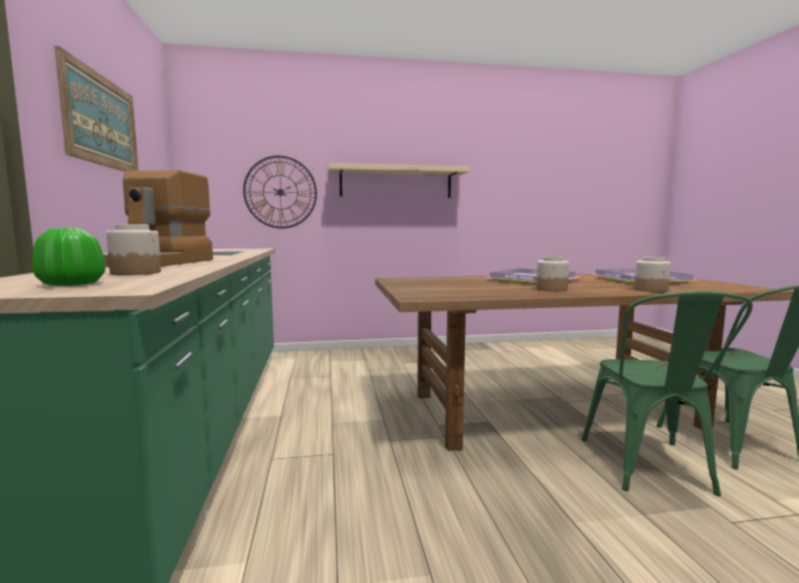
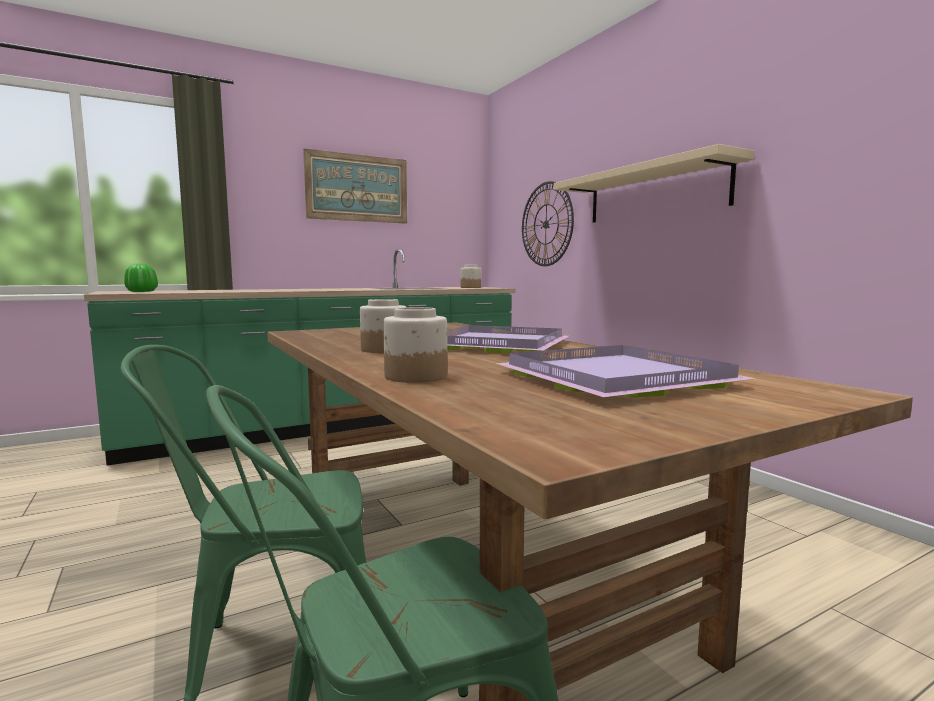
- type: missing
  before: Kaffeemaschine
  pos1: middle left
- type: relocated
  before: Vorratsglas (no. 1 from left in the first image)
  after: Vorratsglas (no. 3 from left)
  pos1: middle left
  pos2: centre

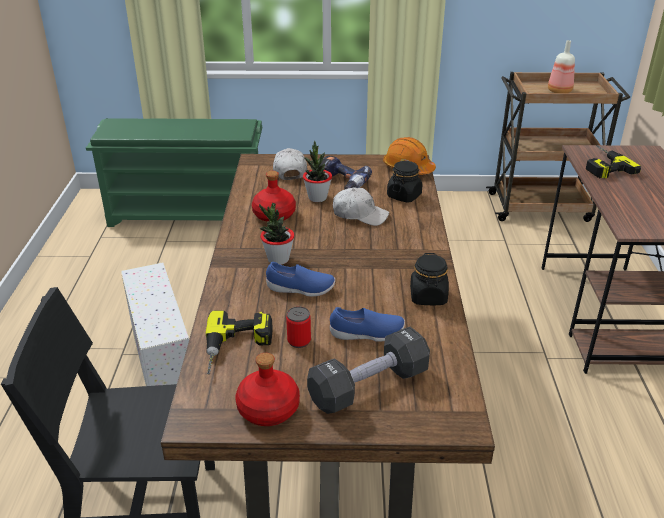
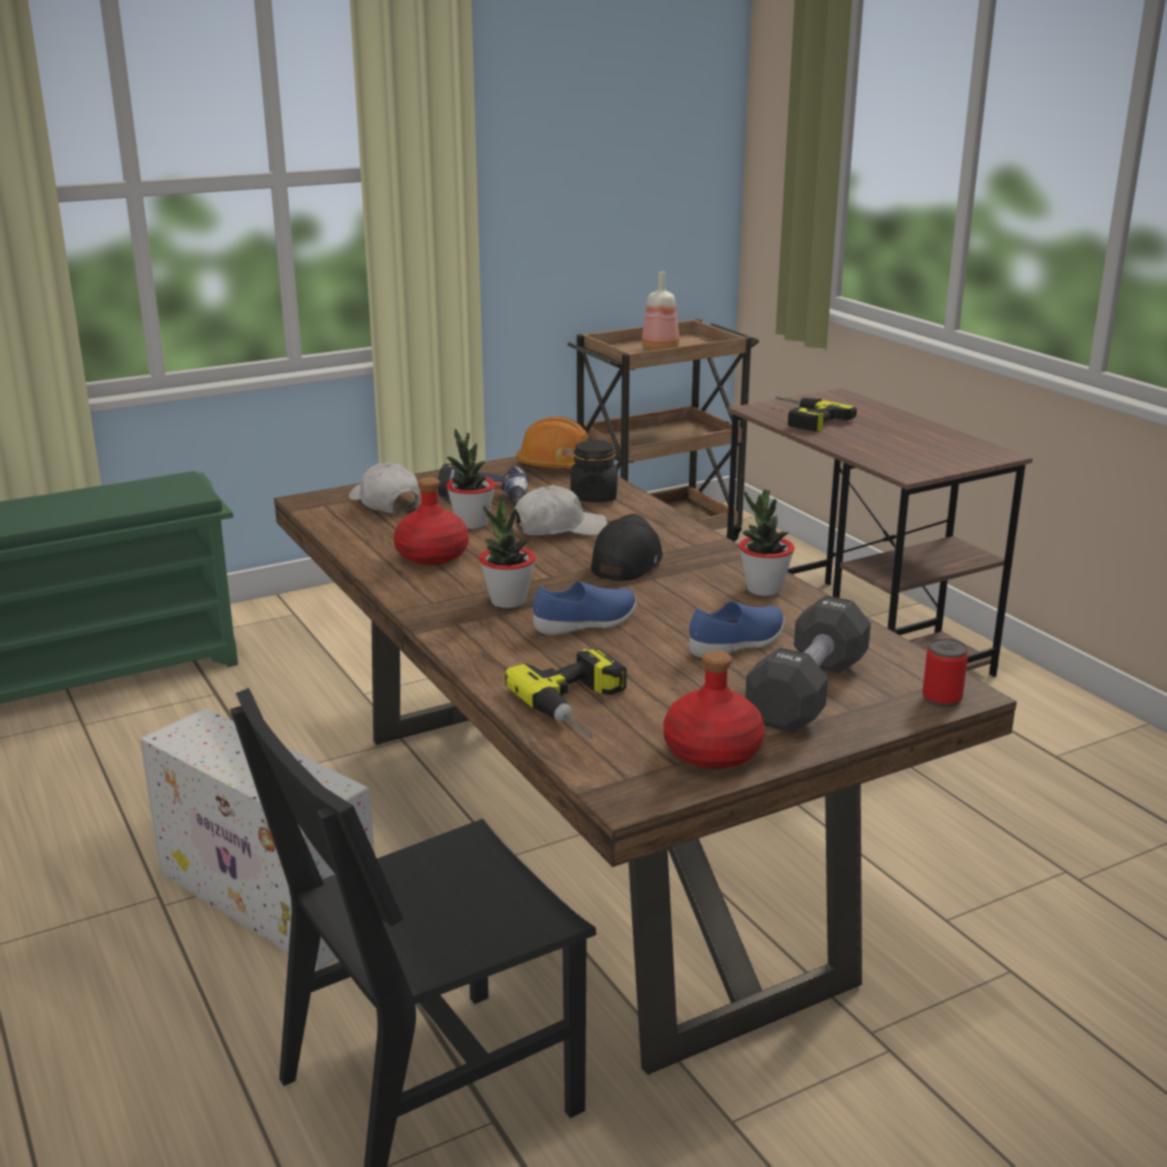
- type: exchanged
  before: Vorratsglas (schwarz) (no. 2 from left)
  after: Topfpflanze (no. 3 from left)
  pos1: centre
  pos2: centre
- type: relocated
  before: Dose
  pos1: centre
  pos2: middle right
- type: appeared
  after: Kappe (schwarz)
  pos2: centre

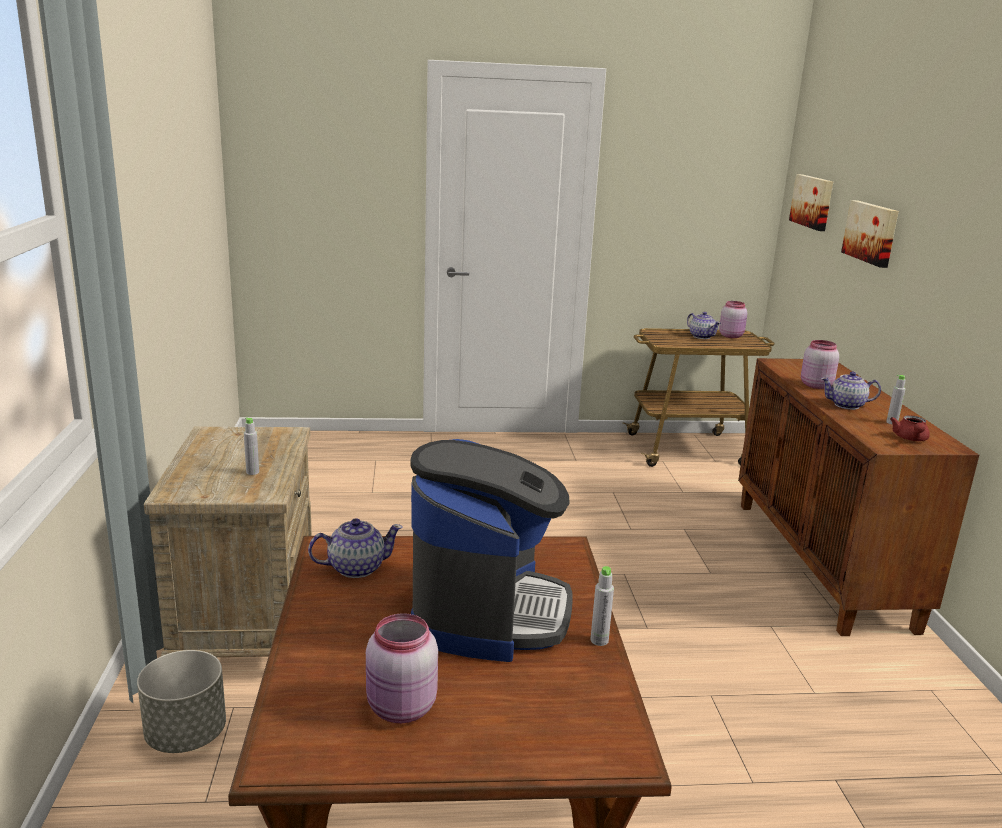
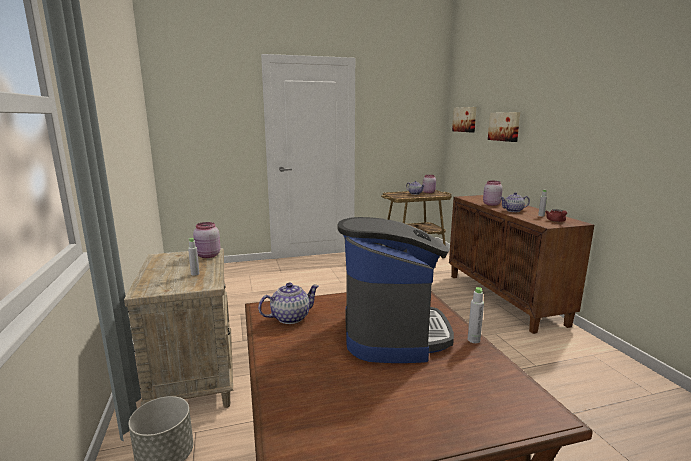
- type: relocated
  before: Vorratsglas (rosa) (no. 1 from left)
  pos1: bottom centre
  pos2: middle left

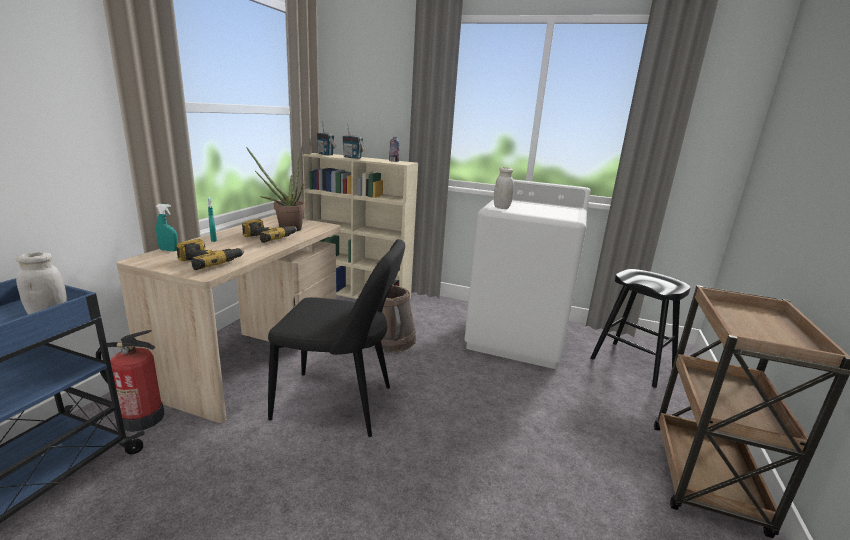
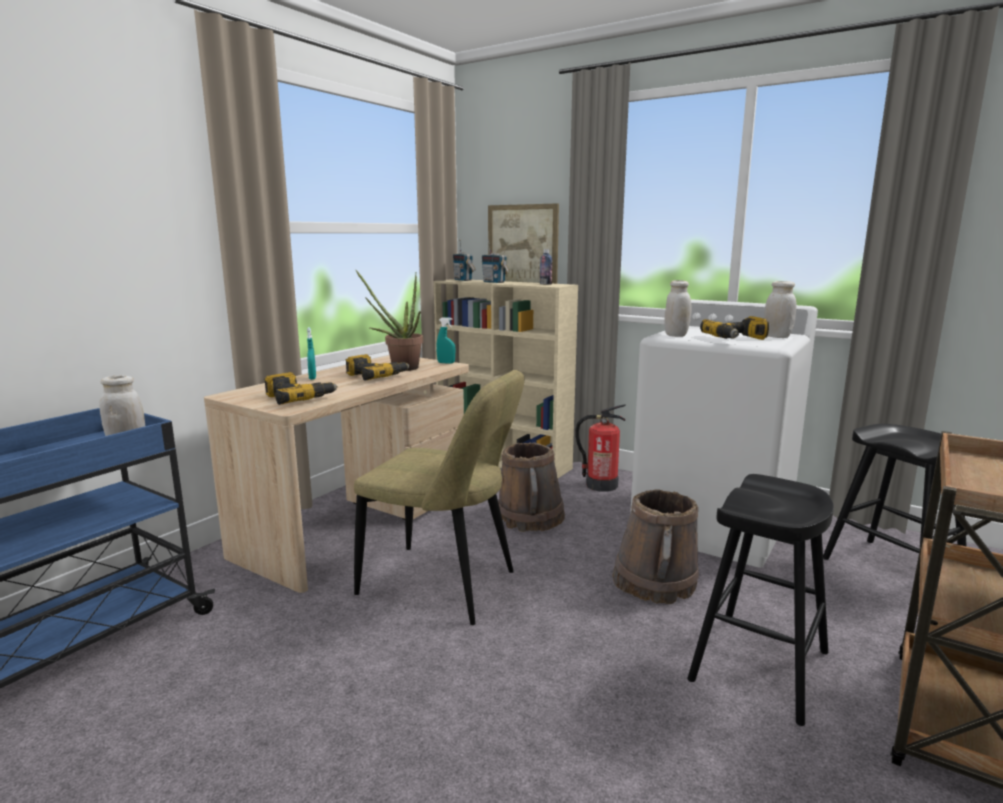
- type: relocated
  before: Sprühflasche (türkis) (no. 1 from left in the first image)
  after: Sprühflasche (türkis) (no. 2 from left)
  pos1: middle left
  pos2: centre
- type: colour
  before: Stuhl (schwarz)
  after: Stuhl (beige)
  pos1: centre
  pos2: centre
- type: relocated
  before: Feuerlöscher
  pos1: bottom left
  pos2: centre
- type: appeared
  after: Bild
  pos2: top centre
- type: appeared
  after: Vorratsglas (weiß) (no. 3 from left)
  pos2: middle right
- type: appeared
  after: Bohrmaschine (no. 3 from left)
  pos2: middle right
- type: appeared
  after: Hocker (schwarz) (no. 1 from left)
  pos2: bottom right
- type: appeared
  after: Eimer (braun) (no. 2 from left)
  pos2: bottom centre

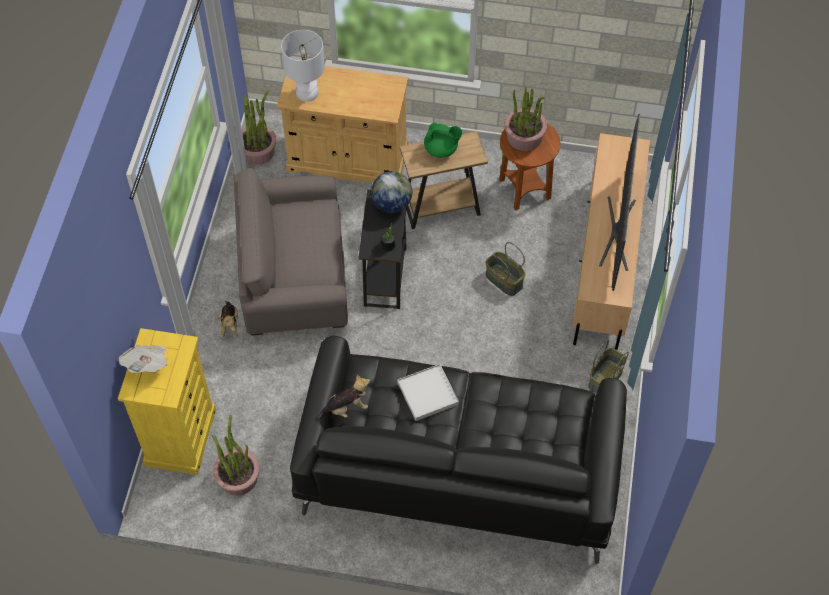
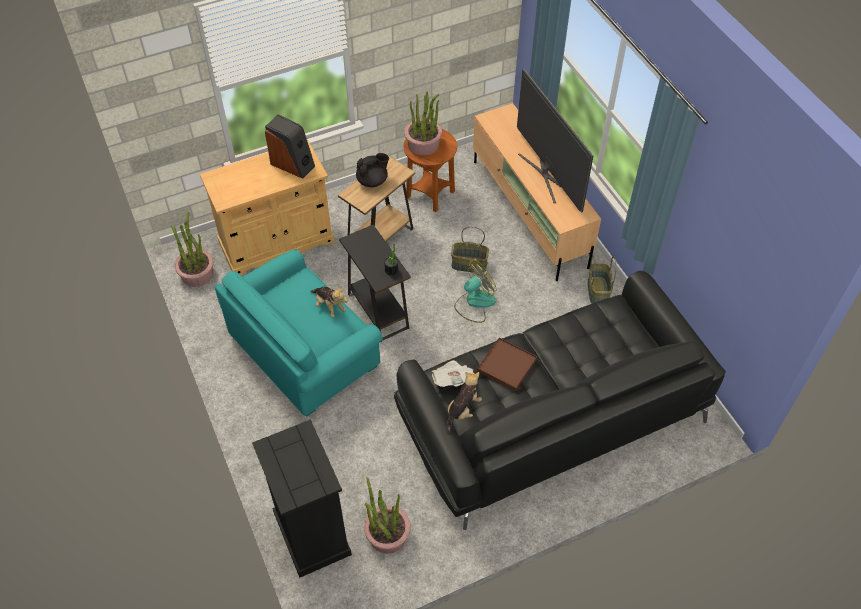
- type: missing
  before: Tischlampe (weiß)
  pos1: top centre
- type: colour
  before: Teekanne (grün)
  after: Teekanne (schwarz)
  pos1: top centre
  pos2: top centre
- type: colour
  before: Sessel (grau)
  after: Sessel (türkis)
  pos1: centre
  pos2: centre
- type: missing
  before: Globus
  pos1: top centre
- type: relocated
  before: Plüschtier (no. 1 from left)
  pos1: middle left
  pos2: centre
- type: colour
  before: Kommode (gelb)
  after: Kommode (schwarz)
  pos1: bottom left
  pos2: bottom centre
- type: relocated
  before: Zeitung
  pos1: middle left
  pos2: centre
- type: colour
  before: Tablett (weiß)
  after: Tablett (braun)
  pos1: centre
  pos2: centre
- type: appeared
  after: Lautsprecher
  pos2: top centre
- type: appeared
  after: Ventilator
  pos2: centre

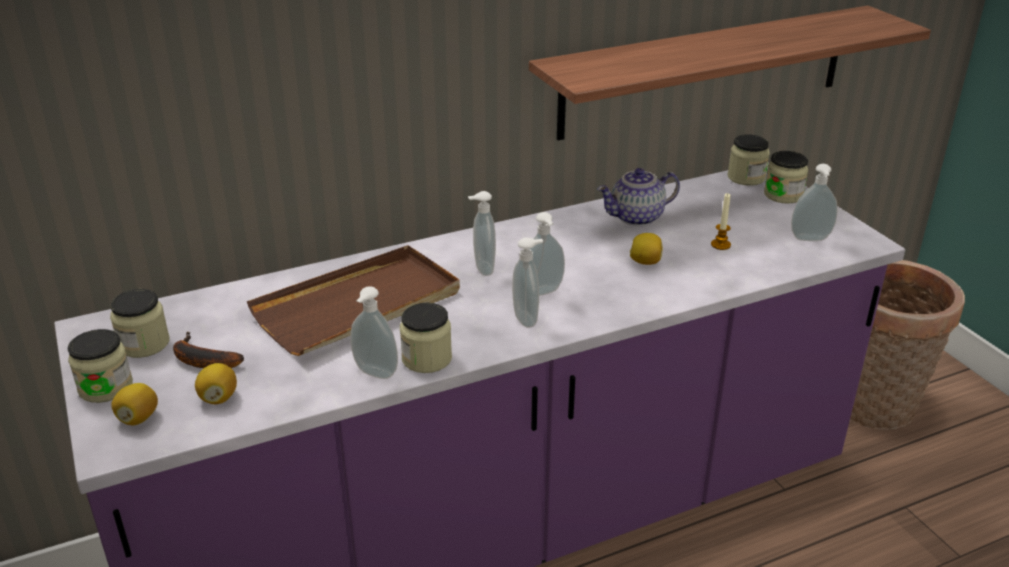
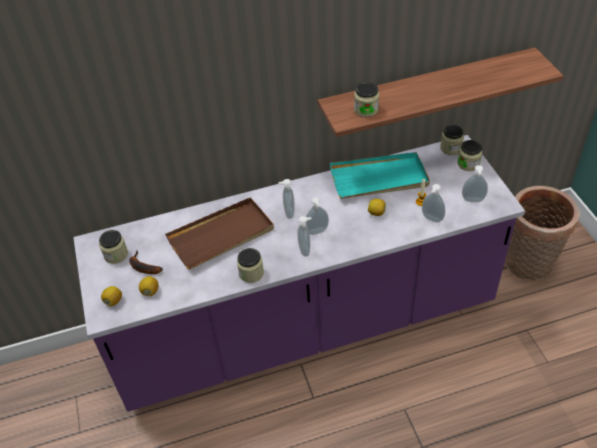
- type: exchanged
  before: Teekanne
  after: Tablett (türkis)
  pos1: centre
  pos2: centre
- type: relocated
  before: Seifenspender (no. 1 from left in the first image)
  after: Seifenspender (no. 4 from left)
  pos1: centre
  pos2: middle right
- type: relocated
  before: Vorratsglas (no. 1 from left in the first image)
  after: Vorratsglas (no. 3 from left)
  pos1: middle left
  pos2: top centre

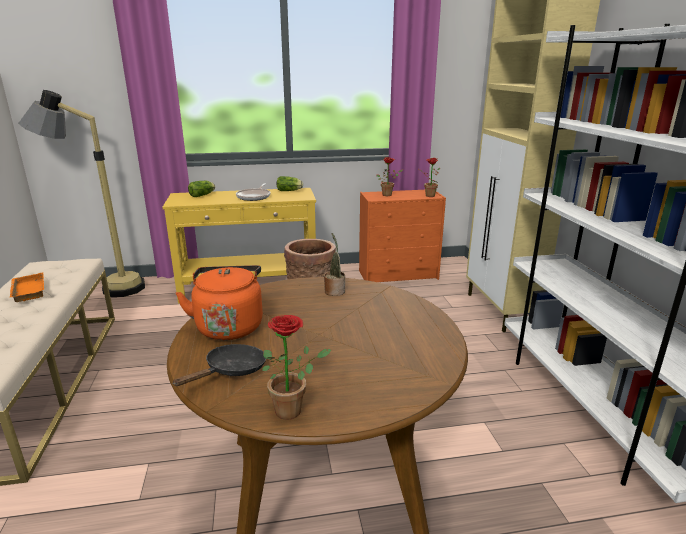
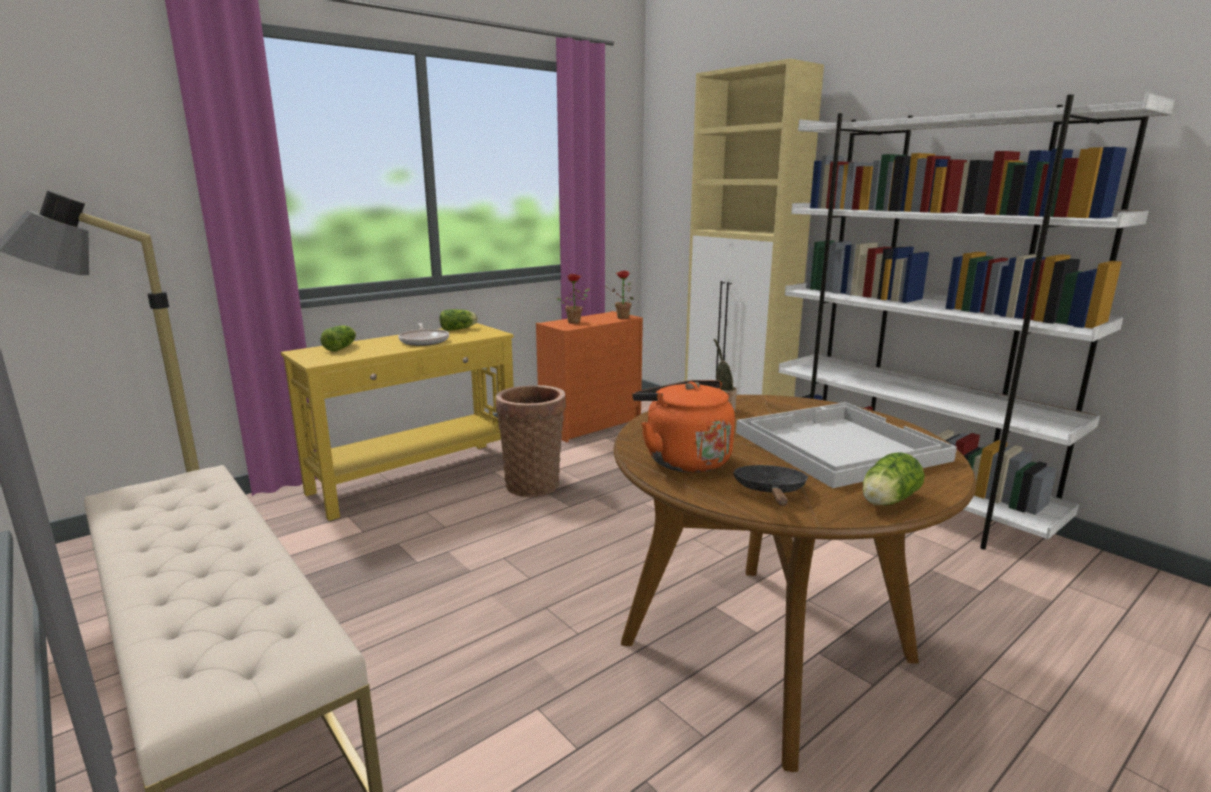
- type: missing
  before: Tablett (orange)
  pos1: middle left
- type: exchanged
  before: Topfpflanze (no. 1 from left)
  after: Salatkopf (no. 3 from left)
  pos1: bottom centre
  pos2: middle right
- type: appeared
  after: Tablett (weiß)
  pos2: middle right

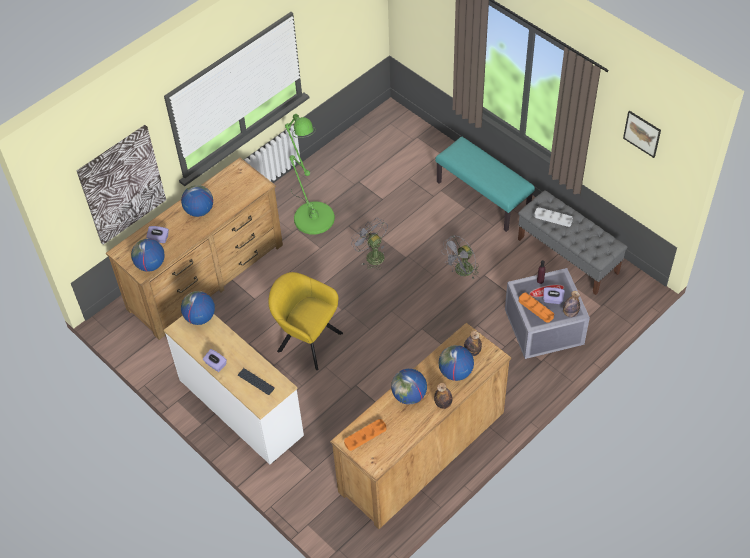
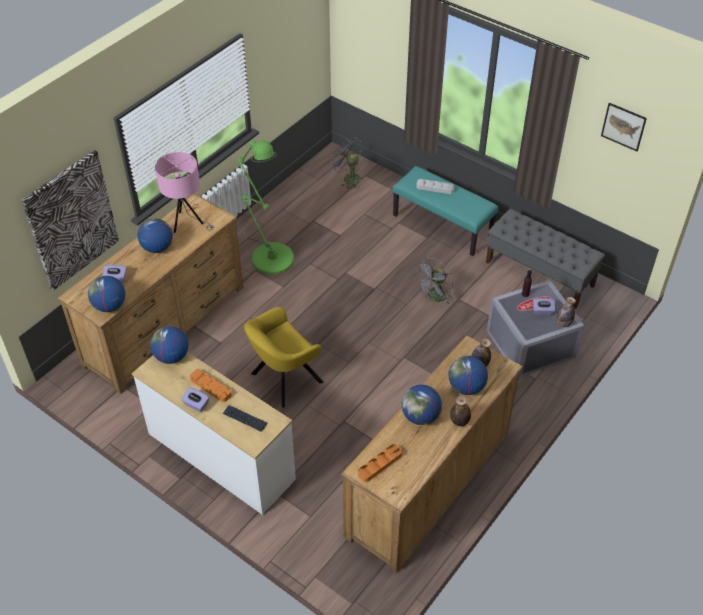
- type: relocated
  before: Tablett (grau)
  pos1: middle right
  pos2: top centre
- type: relocated
  before: Ventilator (grau) (no. 1 from left)
  pos1: centre
  pos2: top centre
- type: spun
  before: Sessel (gelb)
  pos1: centre
  pos2: centre
  turn: -60
- type: relocated
  before: Tablett (orange) (no. 2 from left in the first image)
  after: Tablett (orange) (no. 1 from left)
  pos1: middle right
  pos2: middle left
- type: appeared
  after: Tischlampe (rosa)
  pos2: top left

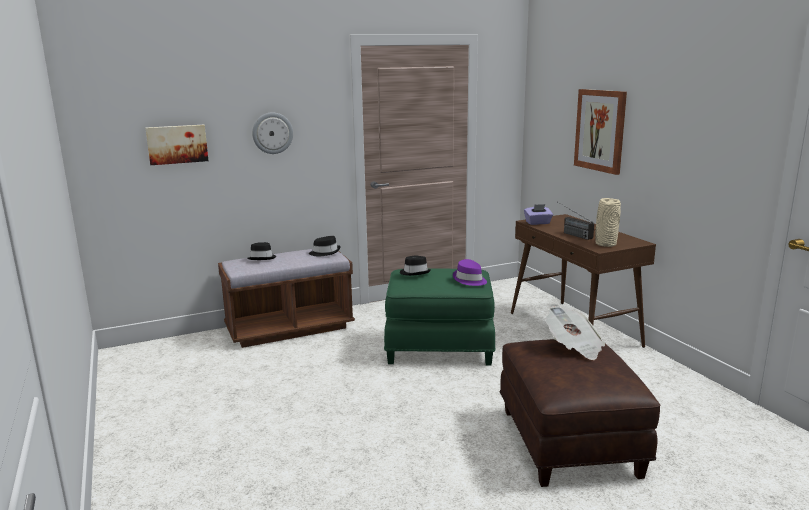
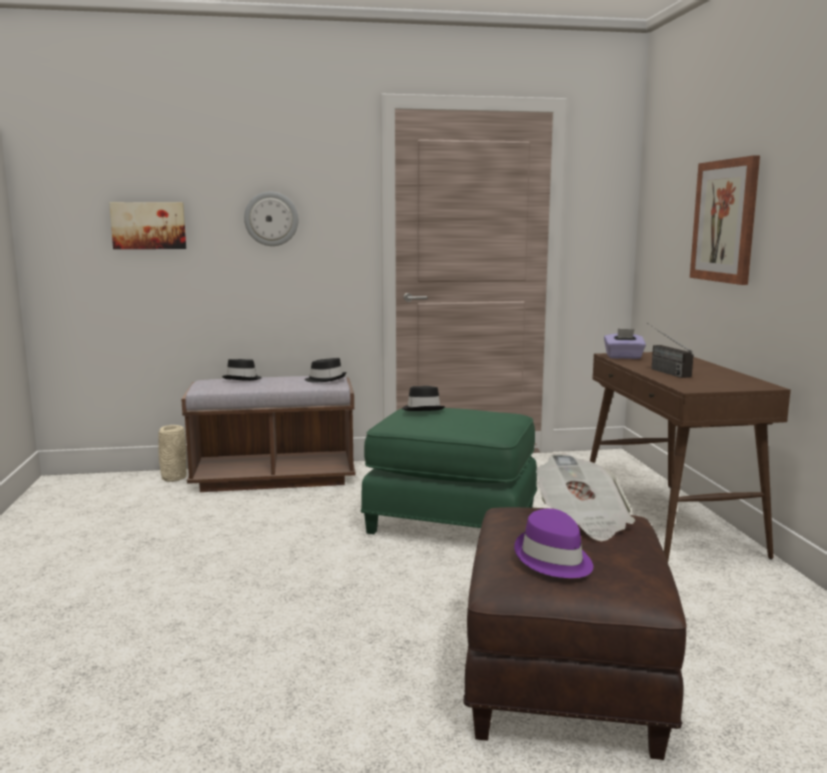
- type: relocated
  before: Vase (beige)
  pos1: middle right
  pos2: middle left
- type: relocated
  before: Hut (lila)
  pos1: centre
  pos2: bottom right

